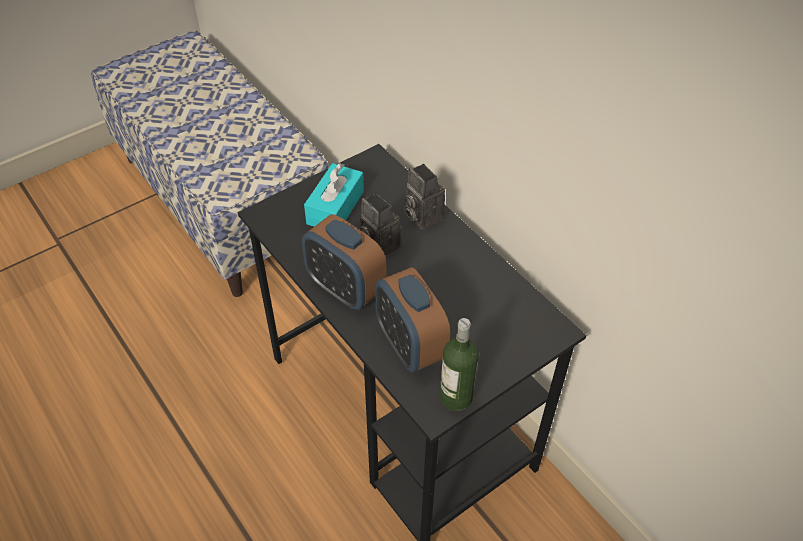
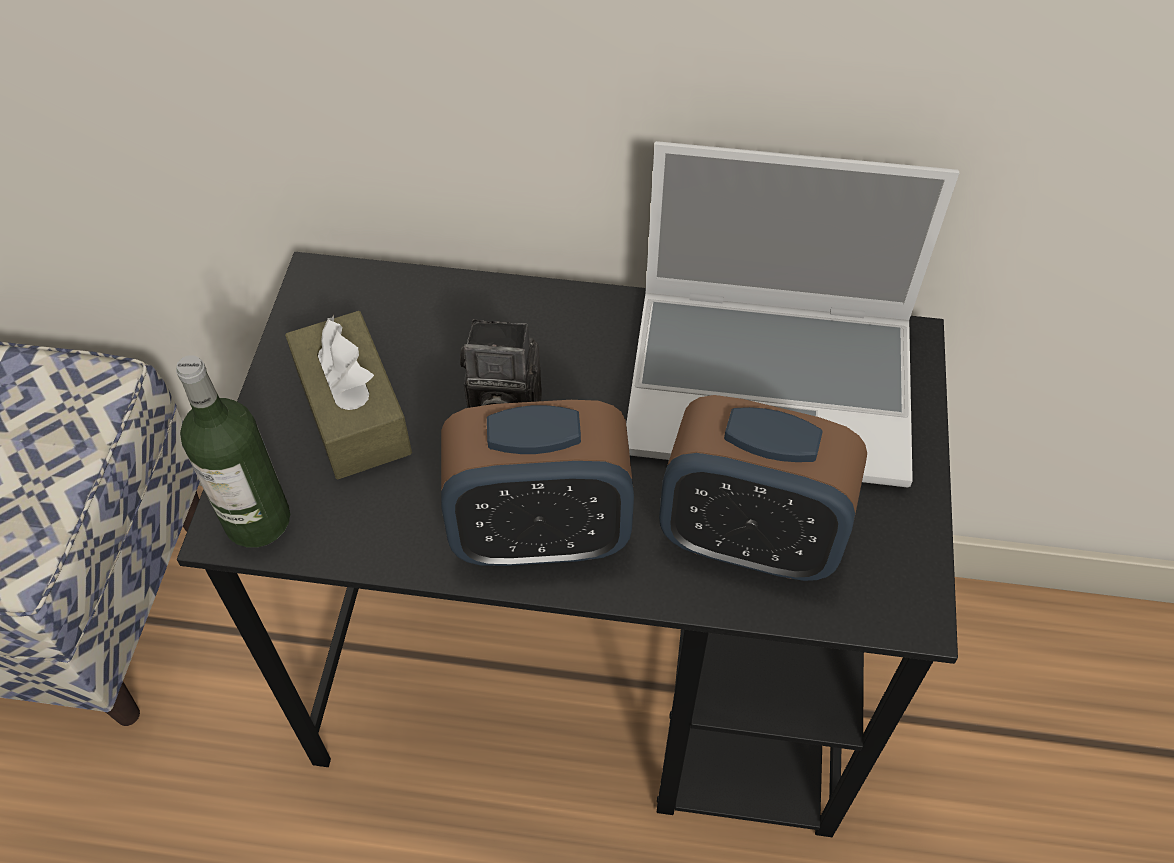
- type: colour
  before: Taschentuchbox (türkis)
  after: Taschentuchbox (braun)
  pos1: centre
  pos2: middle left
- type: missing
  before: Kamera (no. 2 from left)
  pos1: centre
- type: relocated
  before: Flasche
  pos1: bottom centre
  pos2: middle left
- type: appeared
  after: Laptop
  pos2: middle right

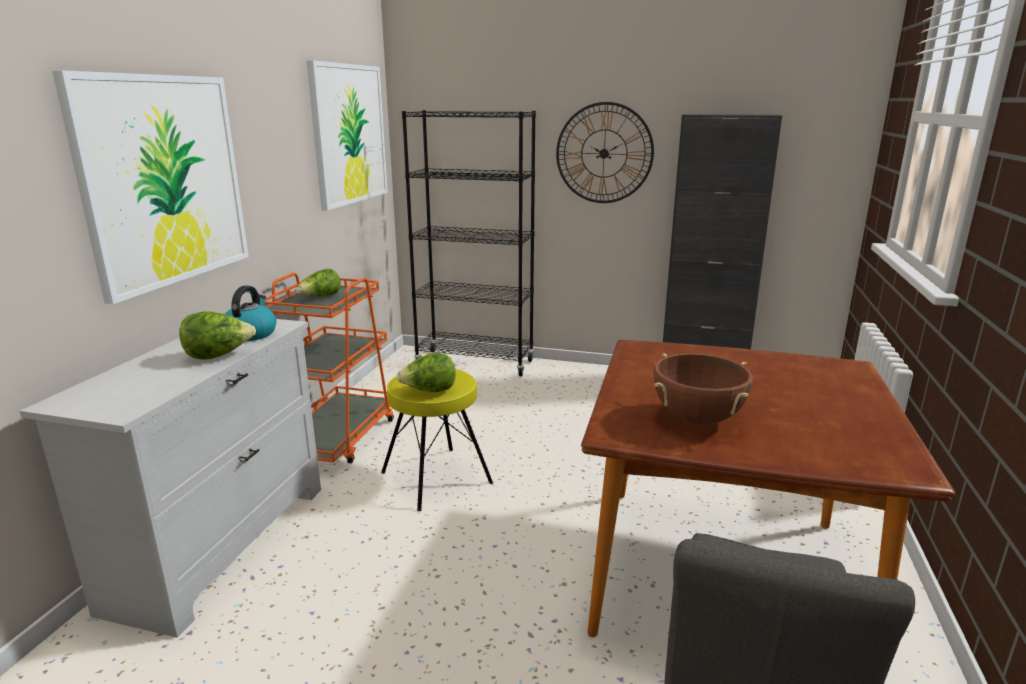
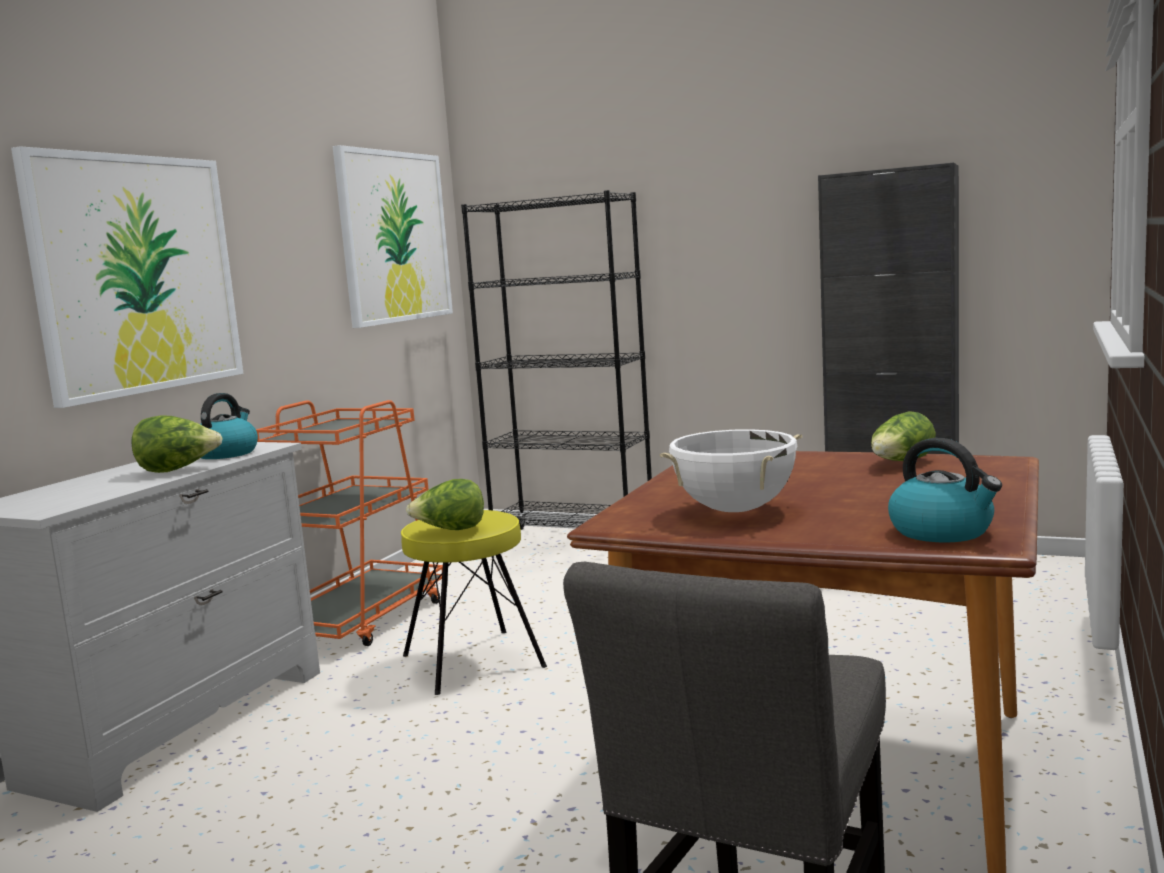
- type: missing
  before: Wanduhr
  pos1: top centre
- type: relocated
  before: Salatkopf (no. 2 from left in the first image)
  after: Salatkopf (no. 3 from left)
  pos1: middle left
  pos2: middle right
- type: colour
  before: Kochtopf (braun)
  after: Kochtopf (weiß)
  pos1: middle right
  pos2: centre
- type: appeared
  after: Wasserkessel (no. 2 from left)
  pos2: middle right

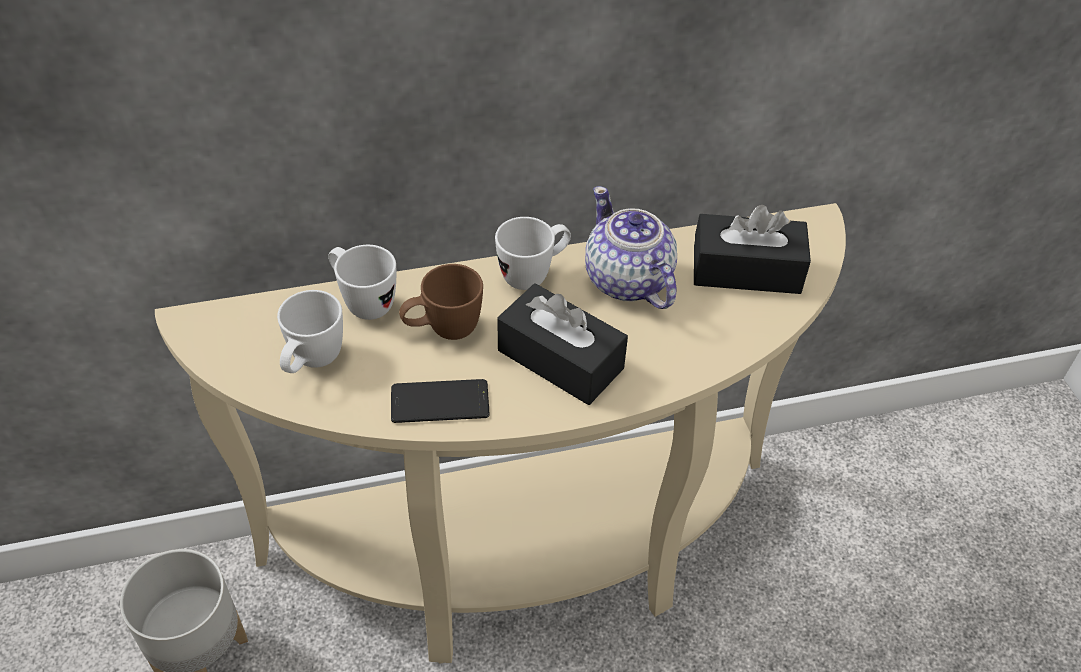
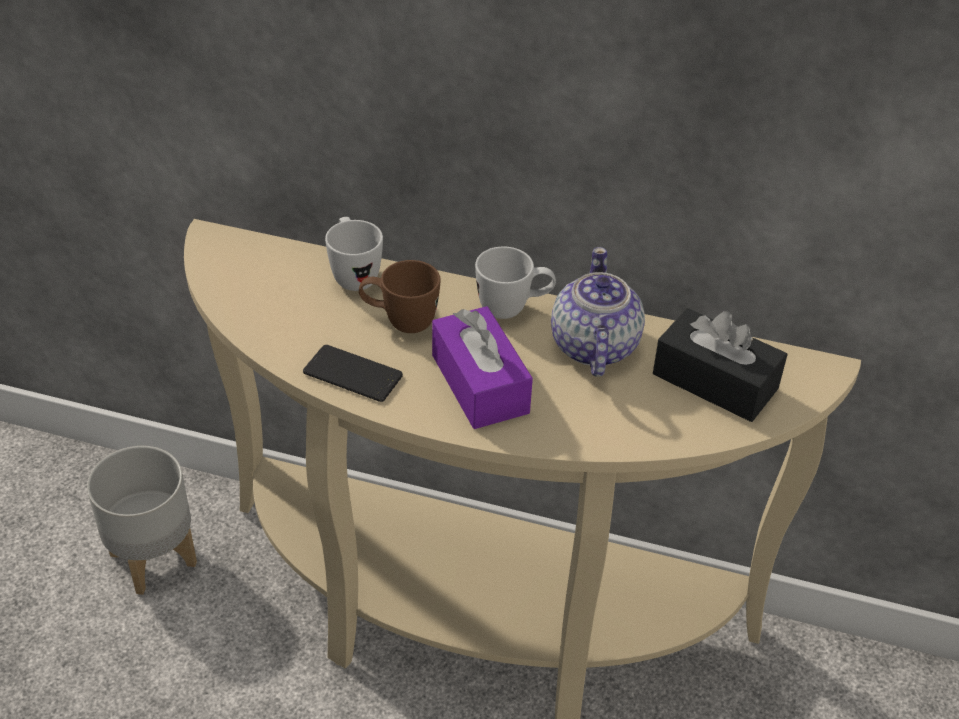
- type: colour
  before: Taschentuchbox (schwarz) (no. 1 from left)
  after: Taschentuchbox (lila)
  pos1: centre
  pos2: centre
- type: missing
  before: Henkelbecher (weiß) (no. 1 from left)
  pos1: middle left

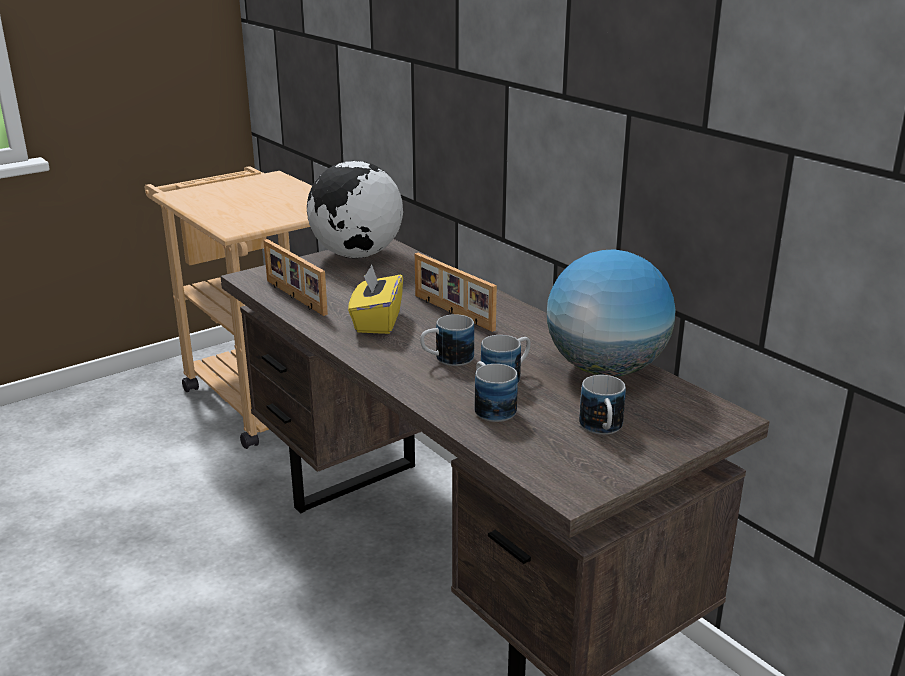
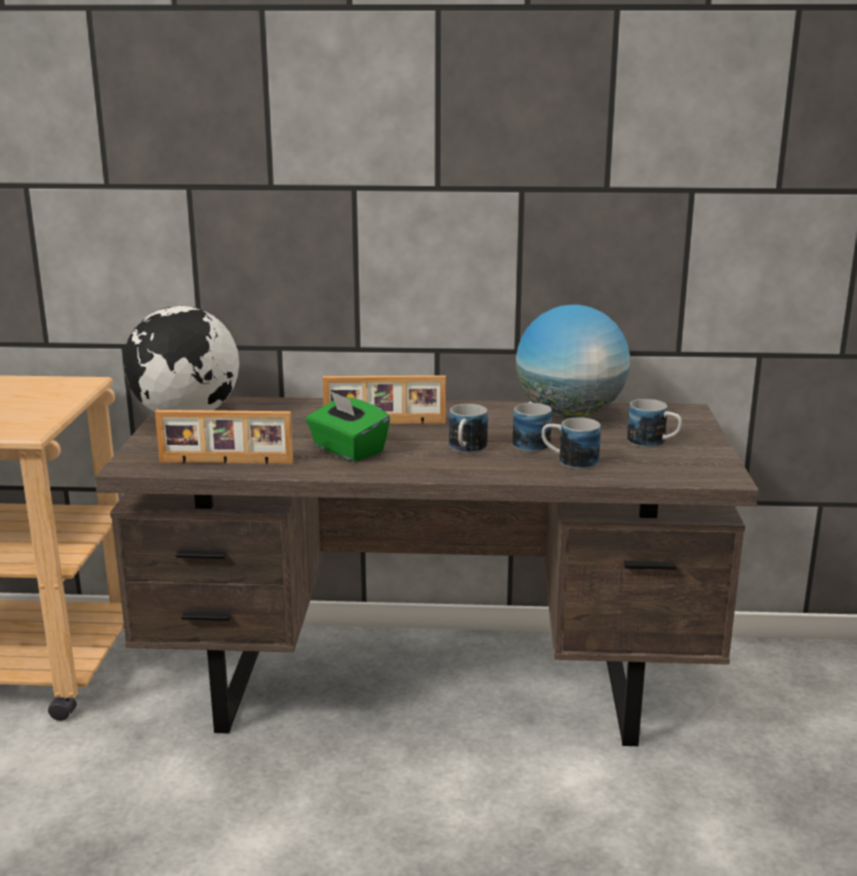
- type: colour
  before: Taschentuchbox (gelb)
  after: Taschentuchbox (grün)
  pos1: centre
  pos2: centre

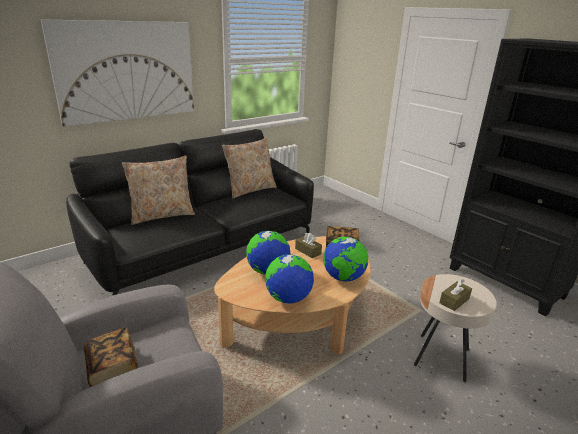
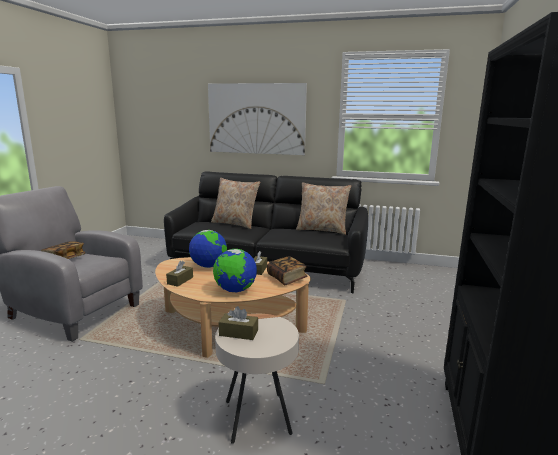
- type: exchanged
  before: Globus (no. 2 from left)
  after: Taschentuchbox (braun) (no. 1 from left)
  pos1: centre
  pos2: middle left

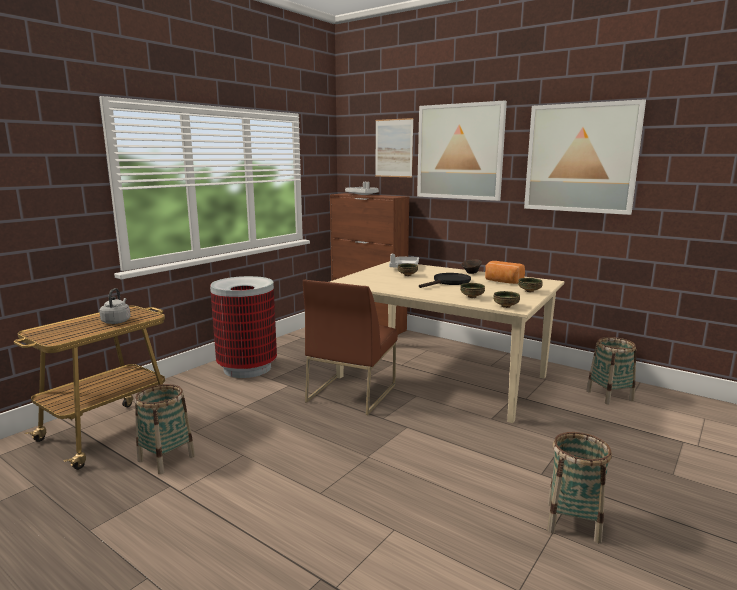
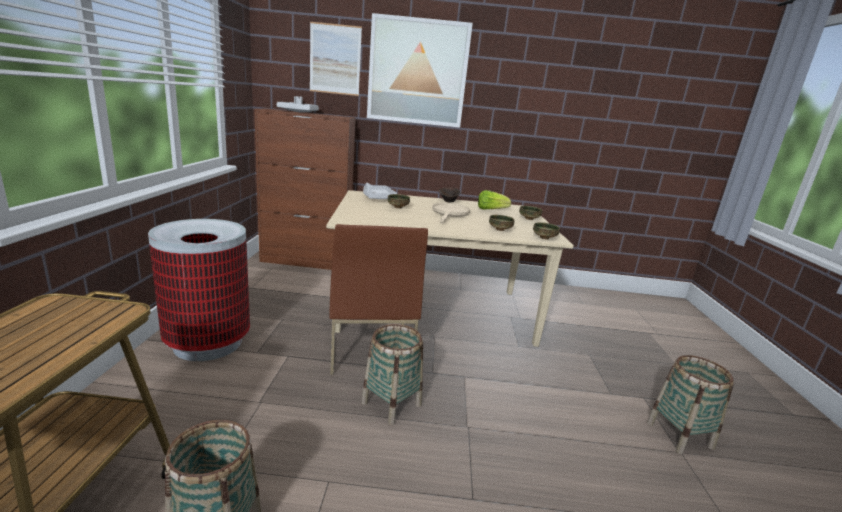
- type: missing
  before: Bild (no. 3 from left)
  pos1: top right
- type: exchanged
  before: Brot
  after: Salatkopf
  pos1: middle right
  pos2: centre
- type: colour
  before: Pfanne (schwarz)
  after: Pfanne (beige)
  pos1: centre
  pos2: centre
- type: missing
  before: Wasserkessel (grau)
  pos1: middle left
- type: relocated
  before: Korb (no. 3 from left in the first image)
  after: Korb (no. 2 from left)
  pos1: middle right
  pos2: bottom centre

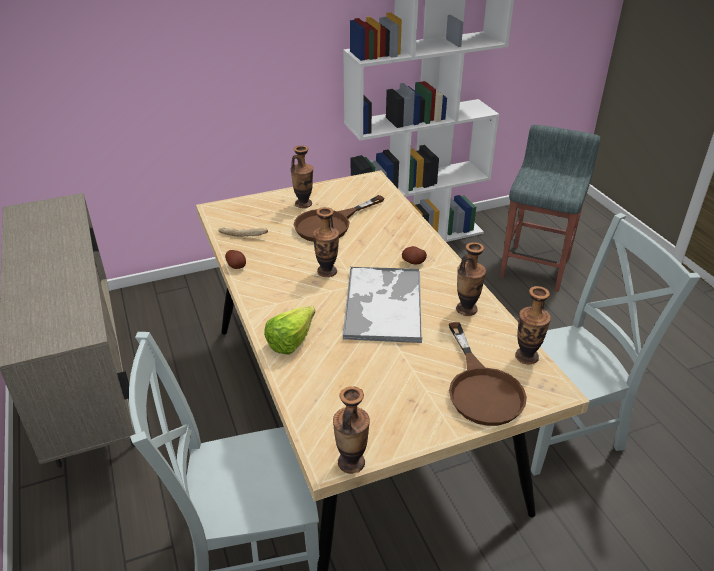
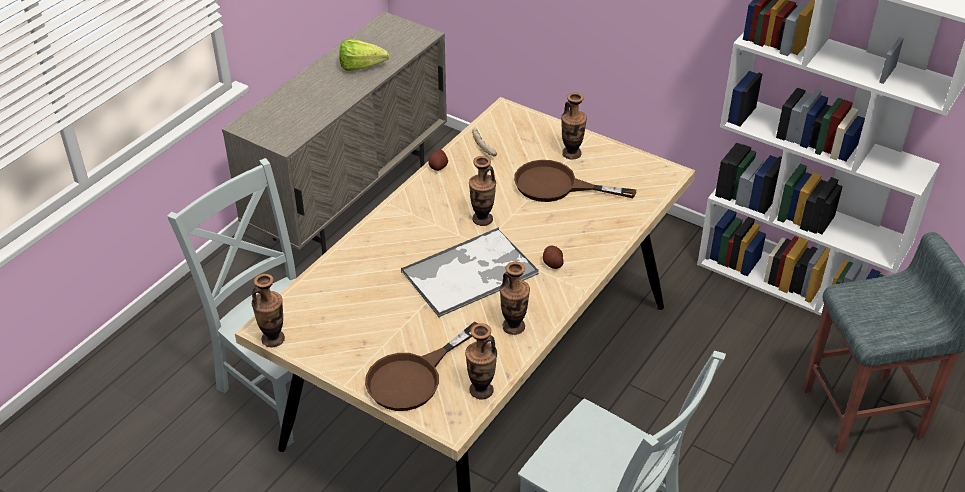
- type: relocated
  before: Salatkopf
  pos1: centre
  pos2: top centre

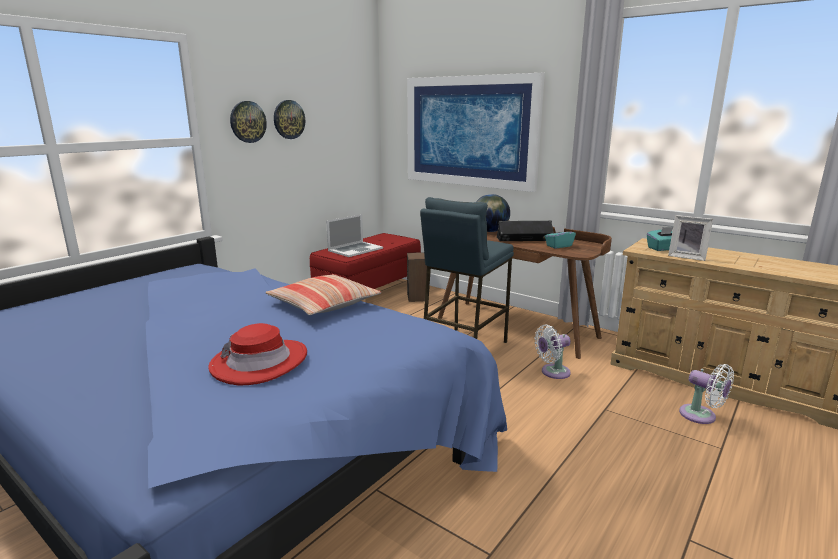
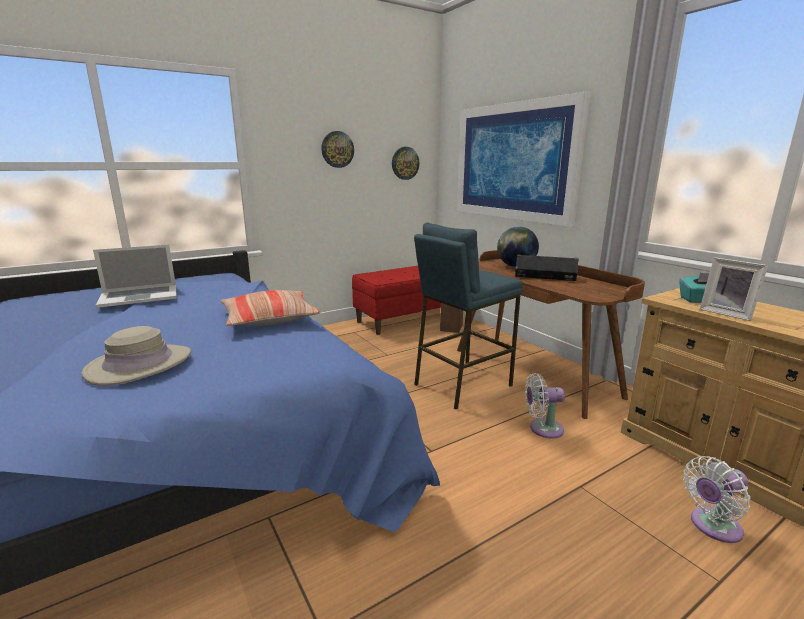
- type: relocated
  before: Wanduhr (no. 1 from left in the first image)
  after: Wanduhr (no. 2 from left)
  pos1: top left
  pos2: top centre
- type: relocated
  before: Laptop
  pos1: centre
  pos2: middle left
- type: missing
  before: Taschentuchbox (türkis) (no. 1 from left)
  pos1: middle right
- type: colour
  before: Hut (rot)
  after: Hut (beige)
  pos1: middle left
  pos2: middle left
- type: spun
  before: Ventilator (weiß) (no. 2 from left)
  pos1: bottom right
  pos2: bottom right
  turn: 90

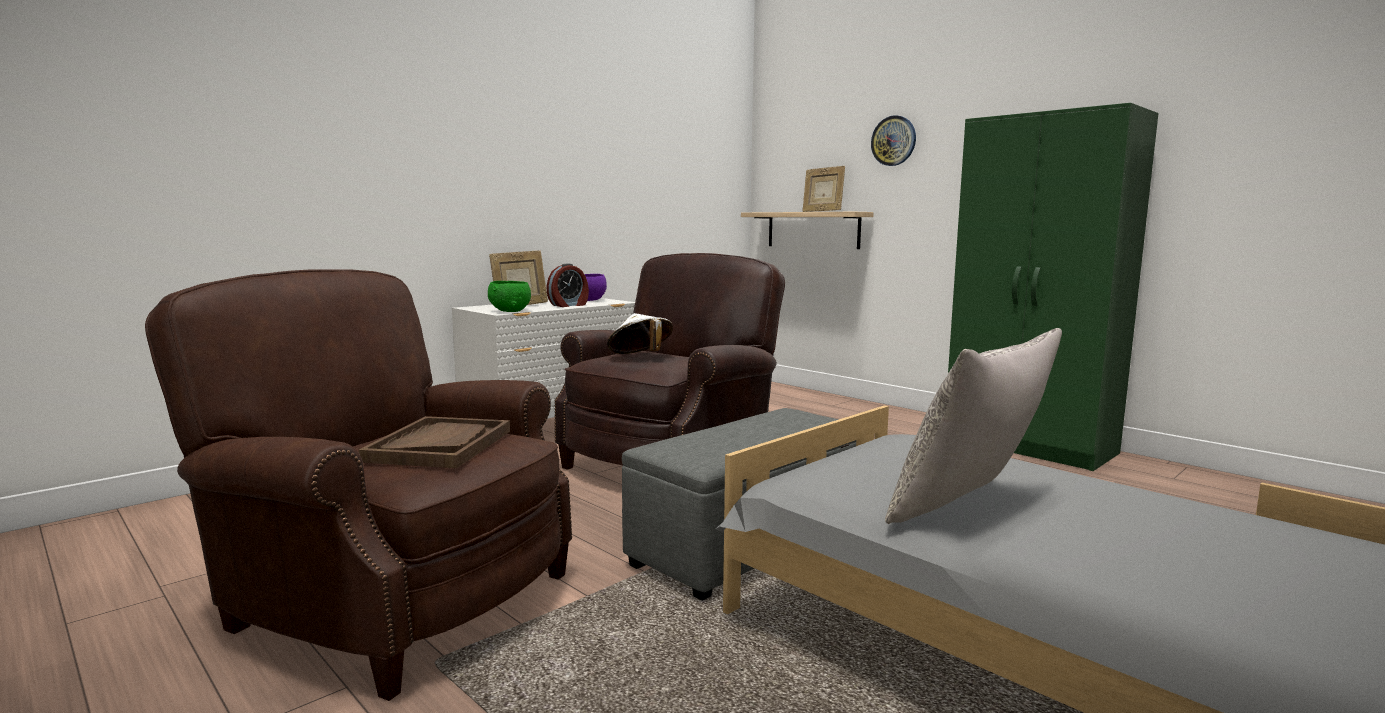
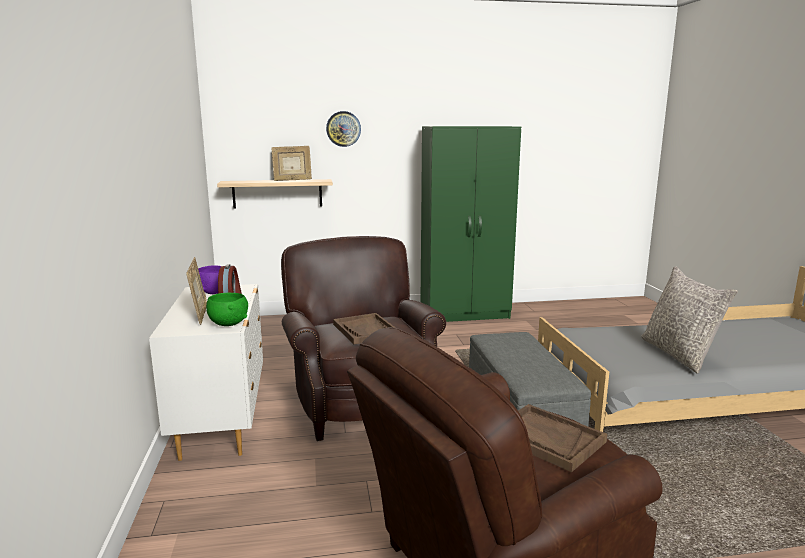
- type: exchanged
  before: Hut (weiß)
  after: Tablett (braun) (no. 1 from left)
  pos1: centre
  pos2: centre

